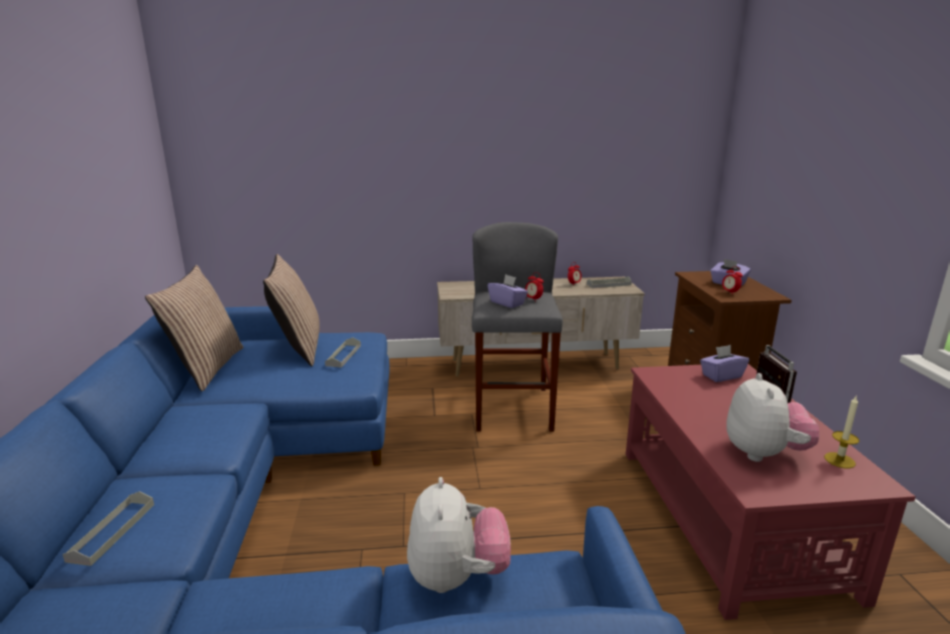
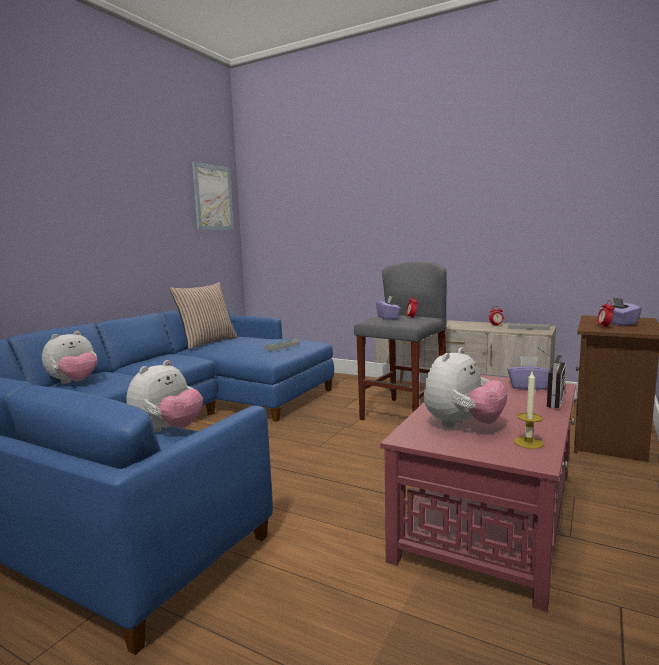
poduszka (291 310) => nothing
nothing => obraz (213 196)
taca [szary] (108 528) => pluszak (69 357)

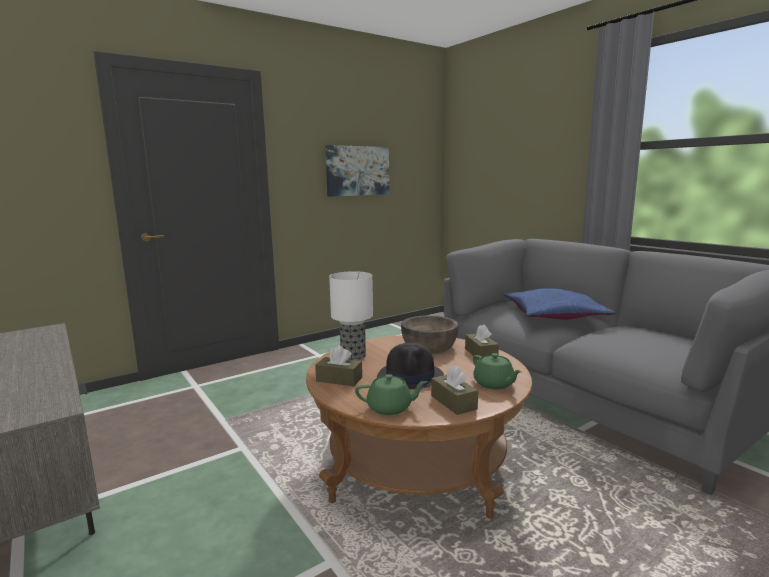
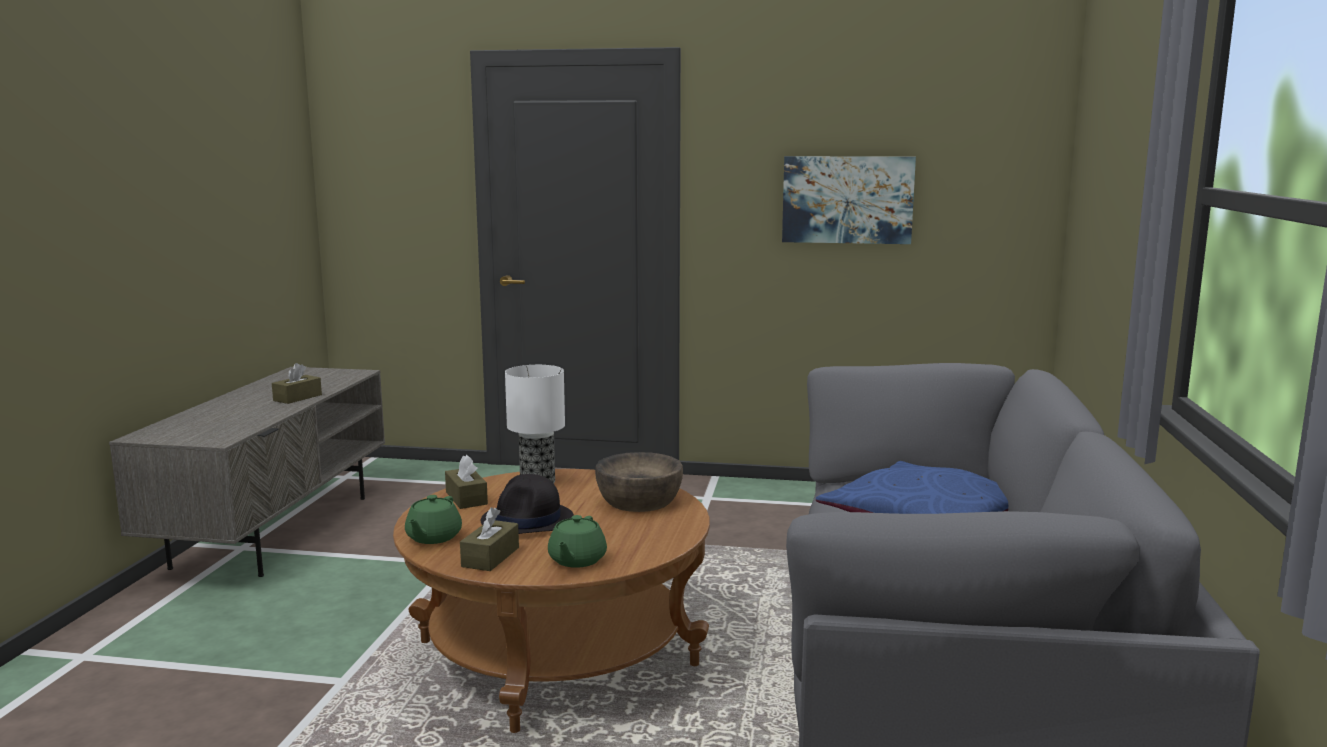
pudełko chusteczek [brązowy] (482 342) => pudełko chusteczek [brązowy] (297 383), move
imbryk [zielony] (391 394) => imbryk [zielony] (433 519), 60 degrees clockwise

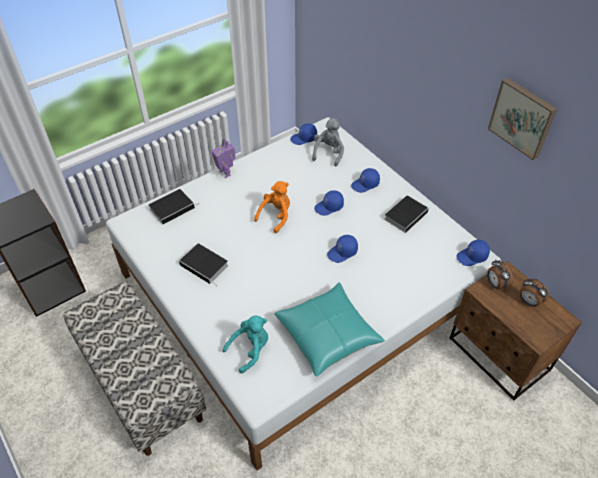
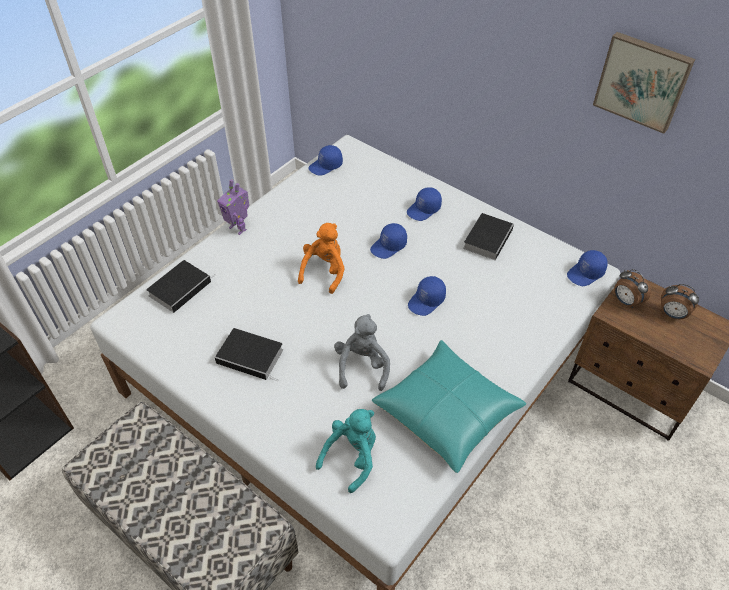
pluszak [szary] (328 142) => pluszak [szary] (362 352), move

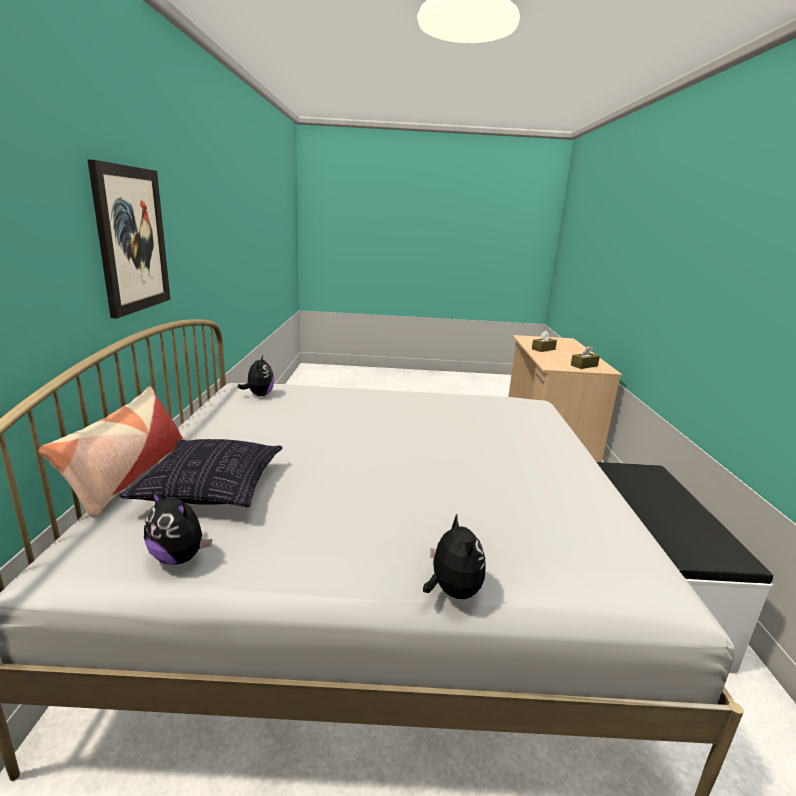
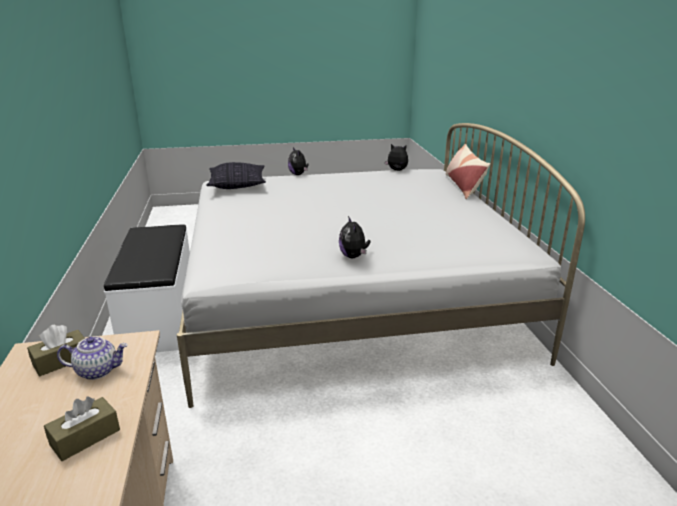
obraz (129 238) => nothing
nothing => imbryk (92 358)
poduszka (200 473) => poduszka (236 175), move
pluszak (256 375) => pluszak (354 237), move

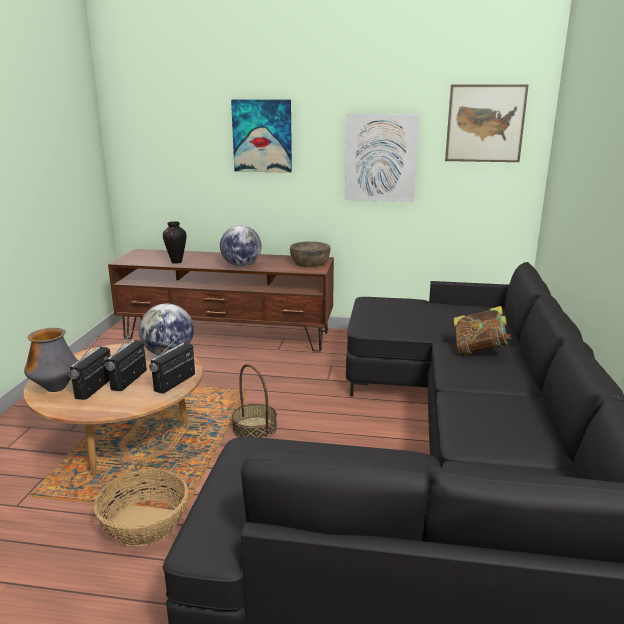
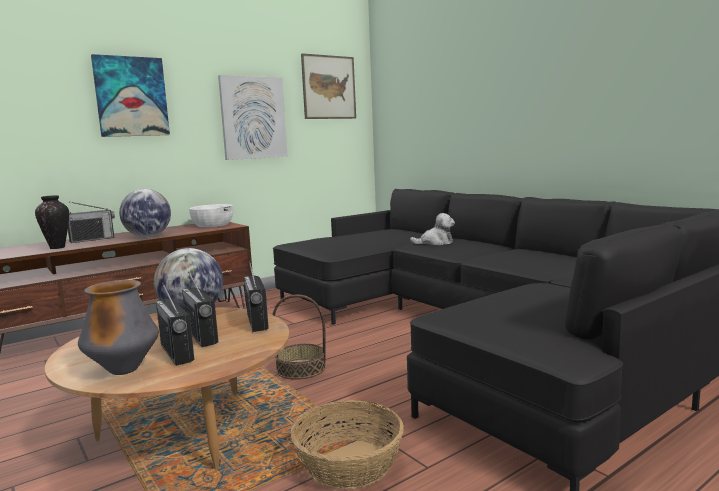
nothing => radio (91 222)
książka (483 331) => pluszak (432 229)
miska [brązowy] (310 254) => miska [biały] (211 215)

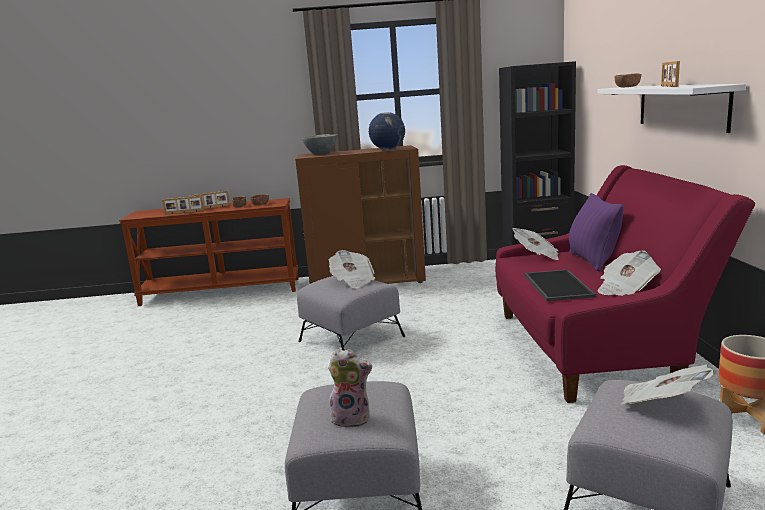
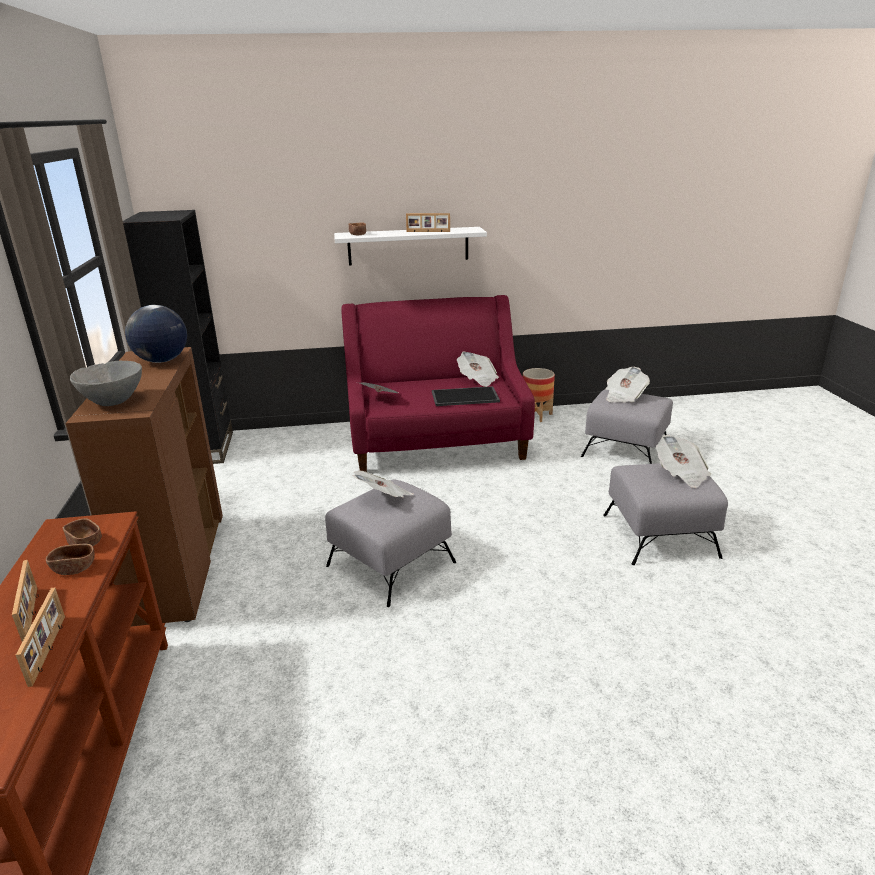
poduszka [fioletowy] (596 232) => nothing
pluszak (350 388) => gazeta (683 461)

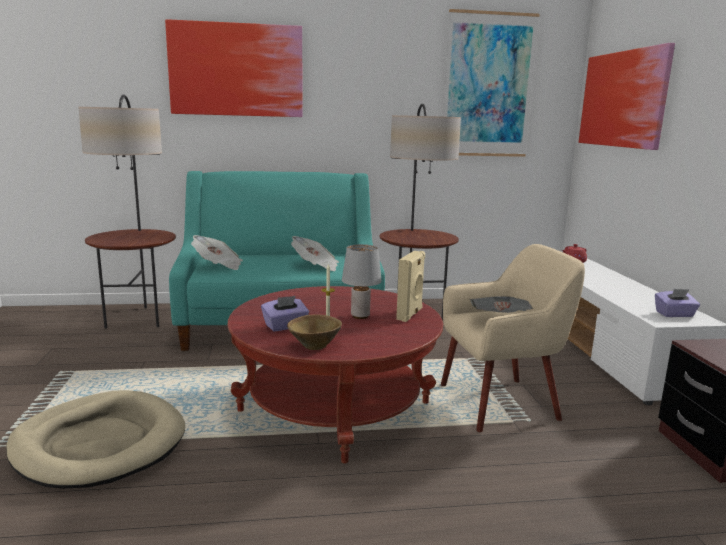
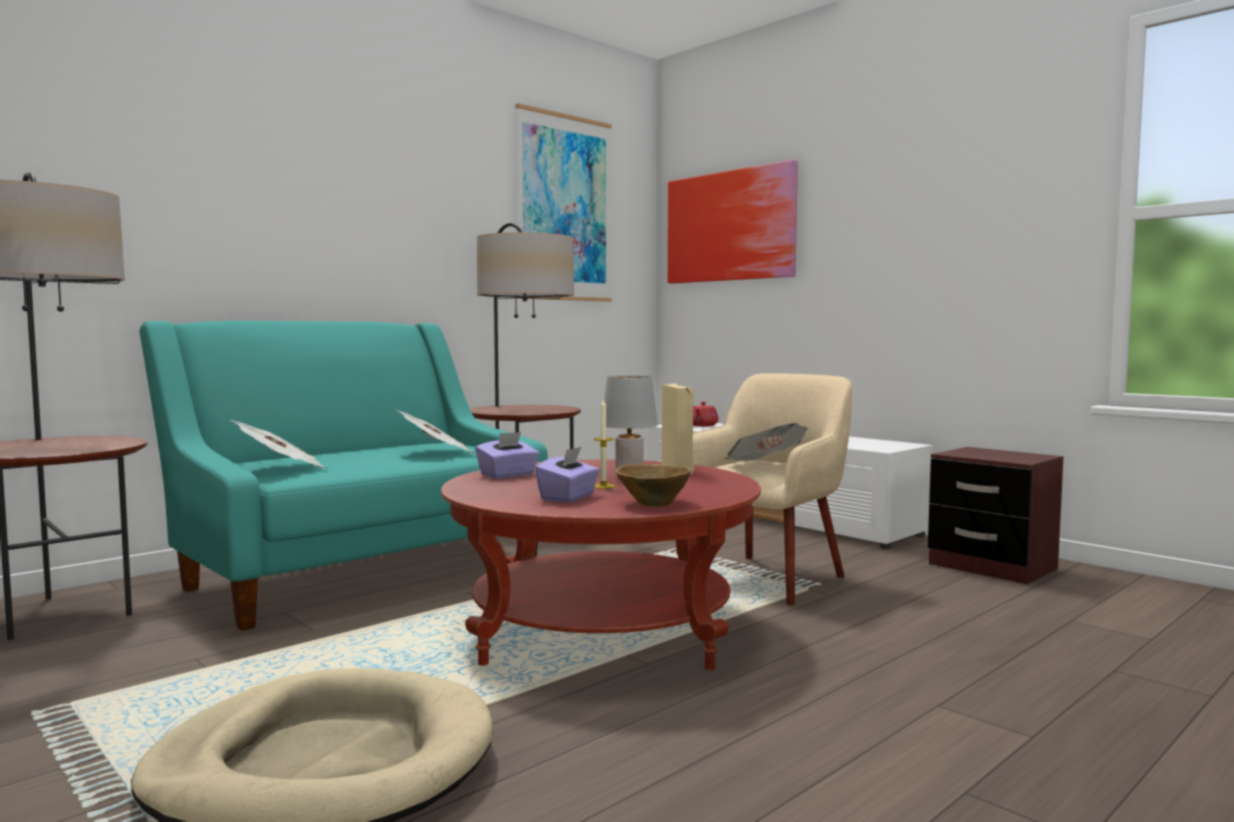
obraz (233 68) => nothing
pudełko chusteczek [fioletowy] (677 303) => pudełko chusteczek [fioletowy] (507 455), move

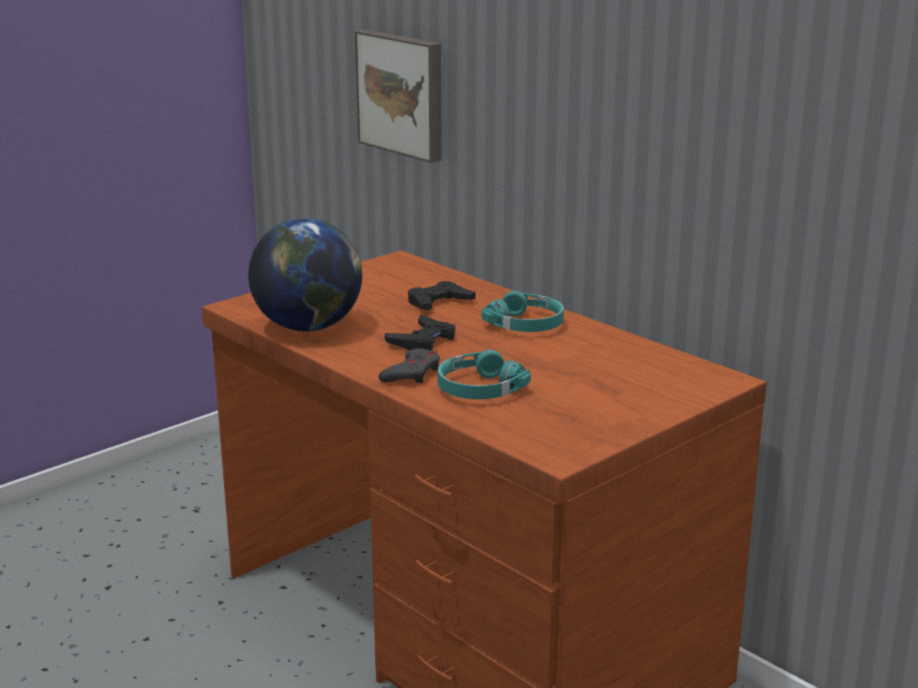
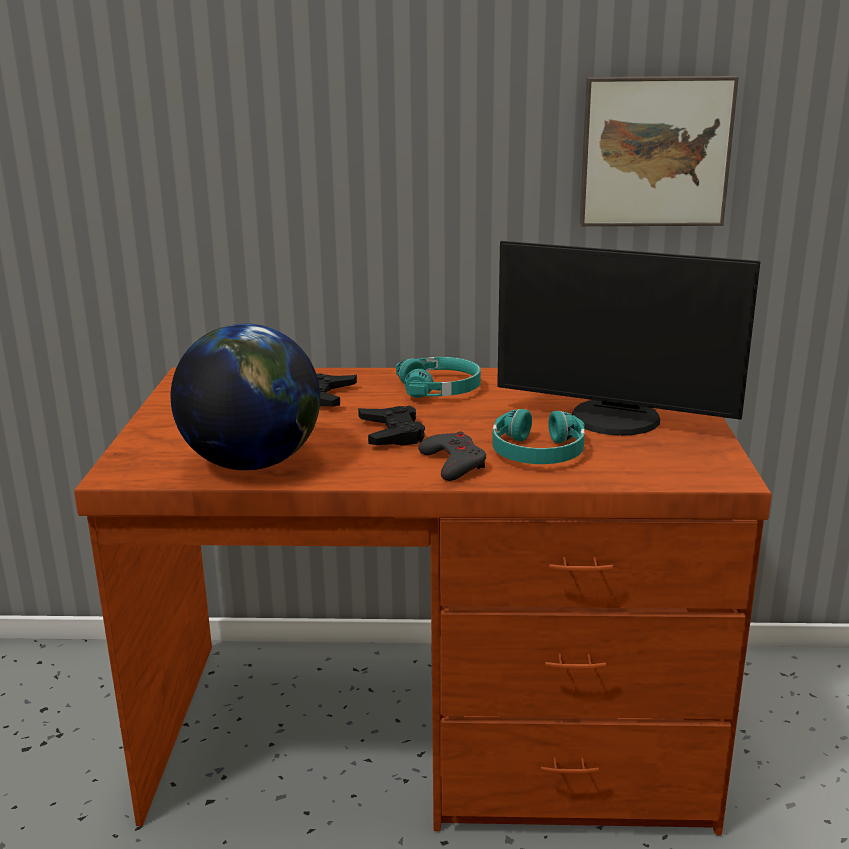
nothing => monitor (629 338)
obraz (398 96) => obraz (659 151), move

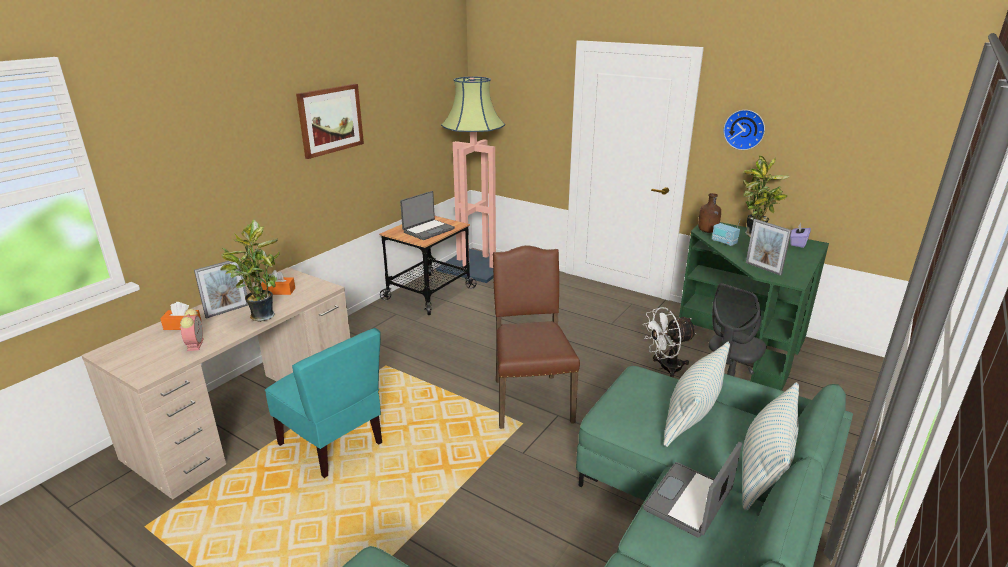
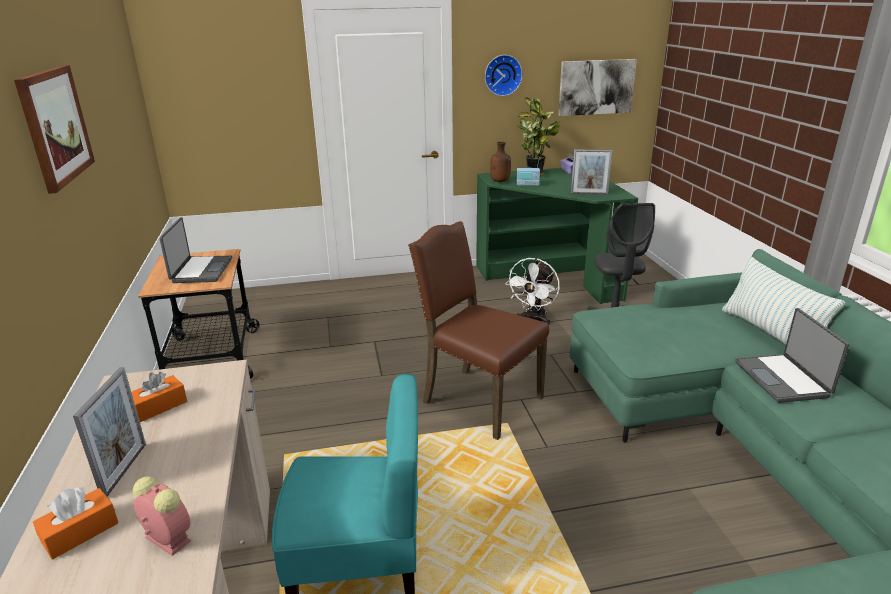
roślina doniczkowa (250 270) => nothing
lampa stojąca (470 180) => nothing
poduszka (696 394) => nothing
nothing => obraz (597 87)

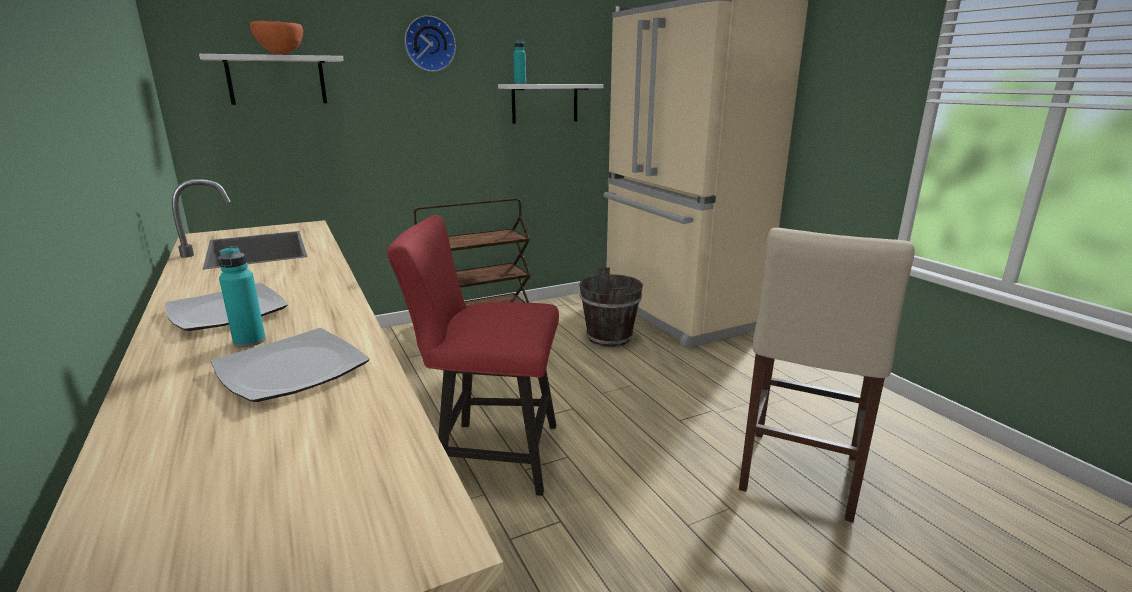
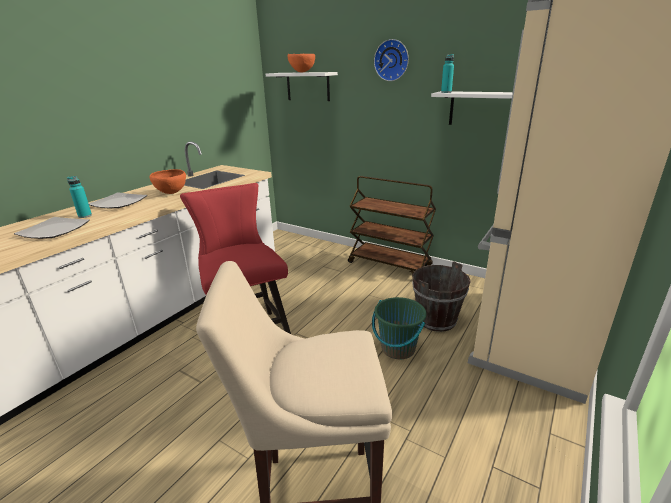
nothing => miska [pomarańczowy] (168 181)
nothing => wiadro [zielony] (399 328)

